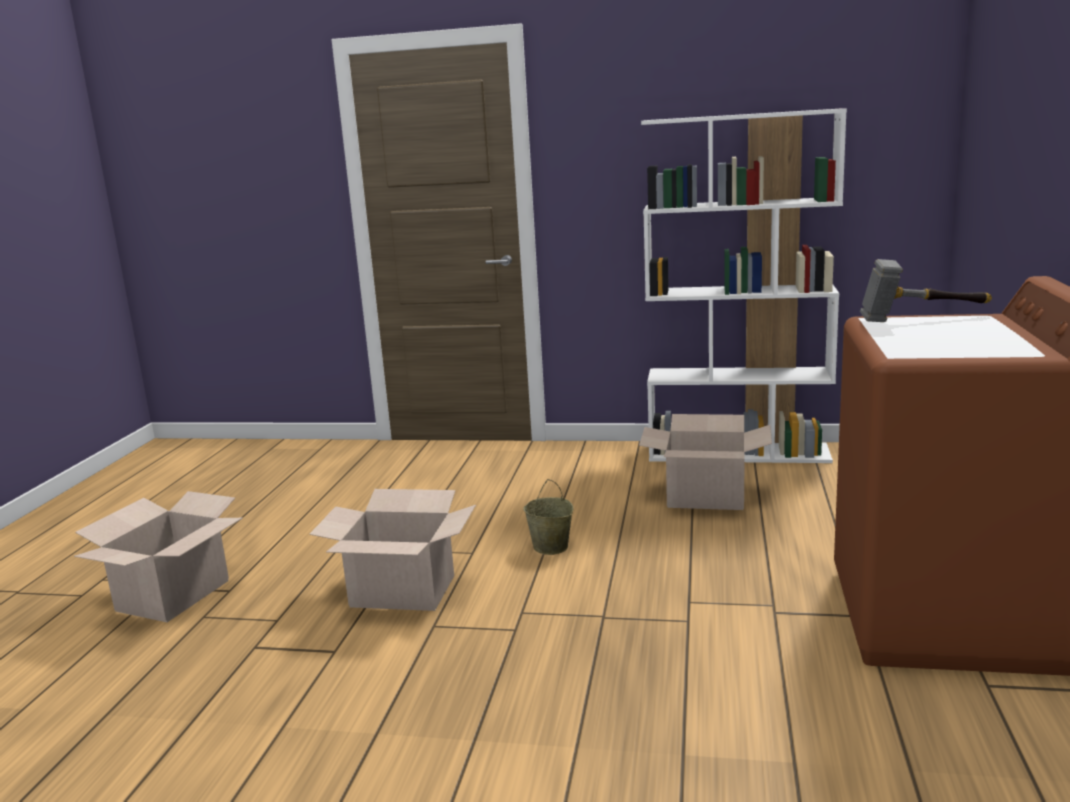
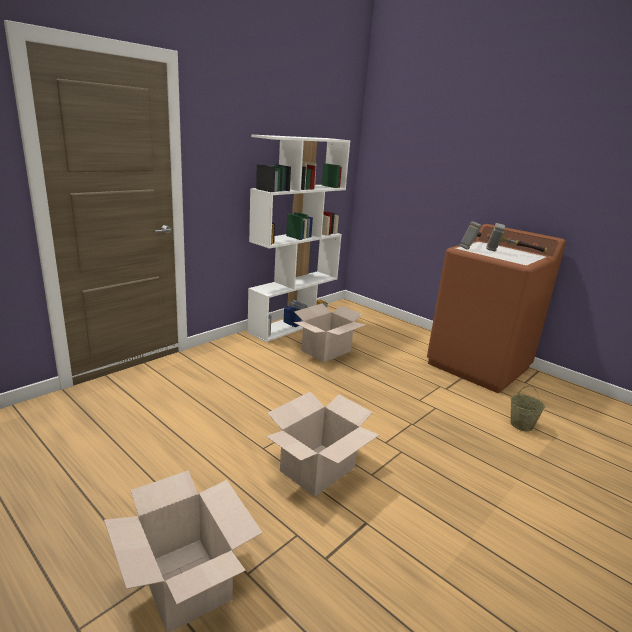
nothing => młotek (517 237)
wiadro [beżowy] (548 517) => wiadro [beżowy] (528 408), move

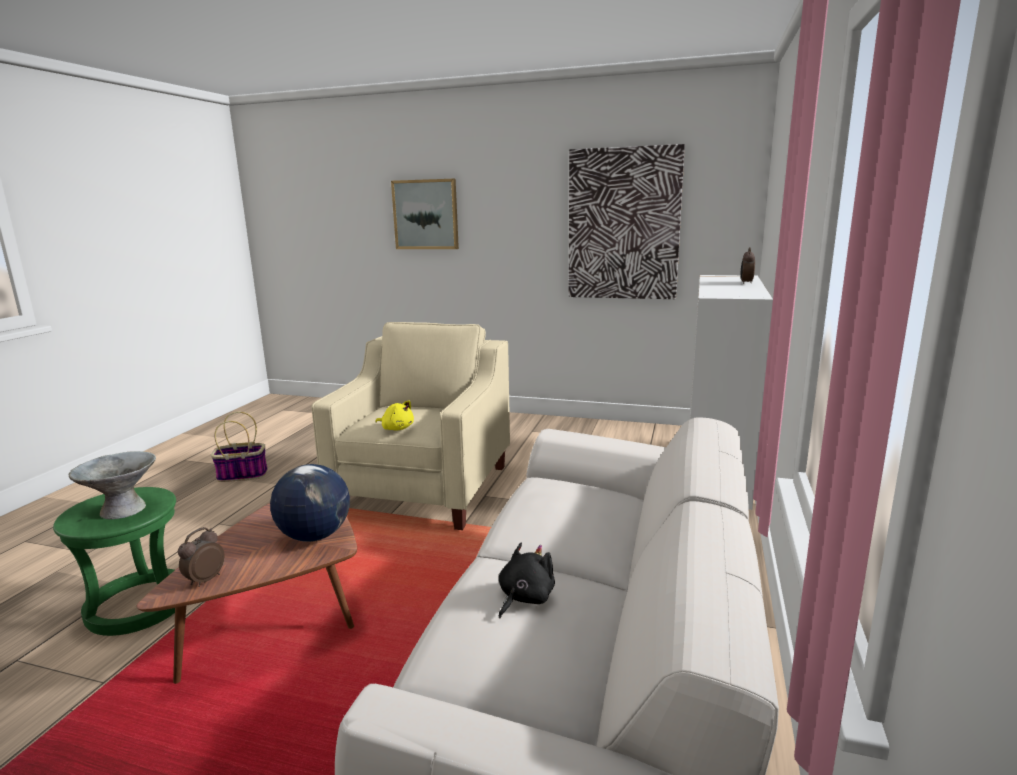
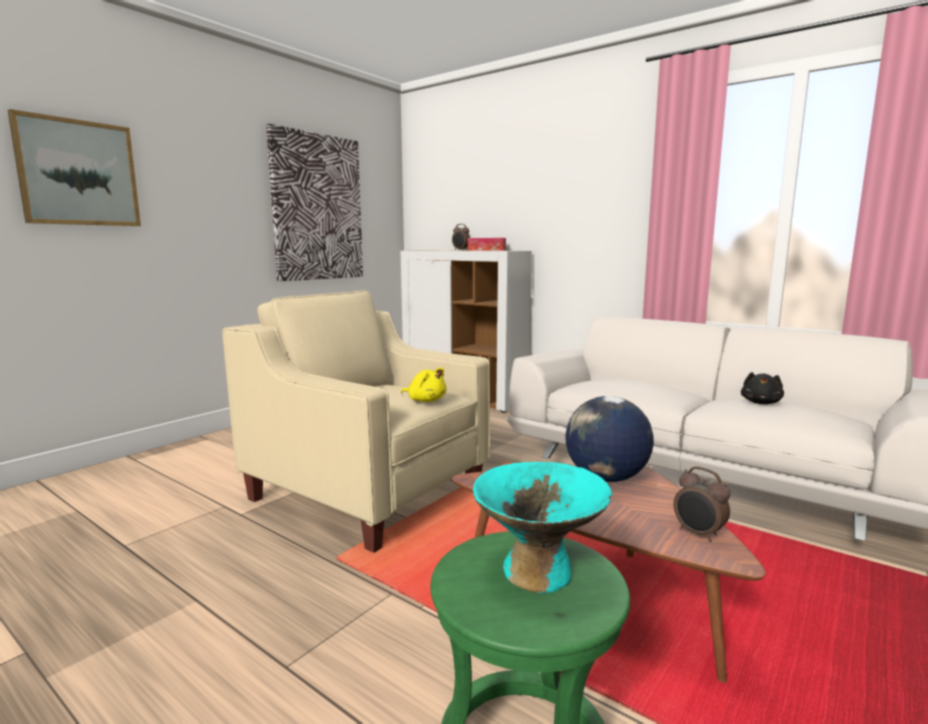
koszyk (239 447) => nothing
nothing => pudełko chusteczek (487 244)
miska [szary] (112 485) => miska [turkusowy] (542 527)
pluszak [żółty] (394 415) => pluszak [żółty] (424 384), 75 degrees clockwise
pluszak [czarny] (527 581) => pluszak [czarny] (762 388), 120 degrees counterclockwise

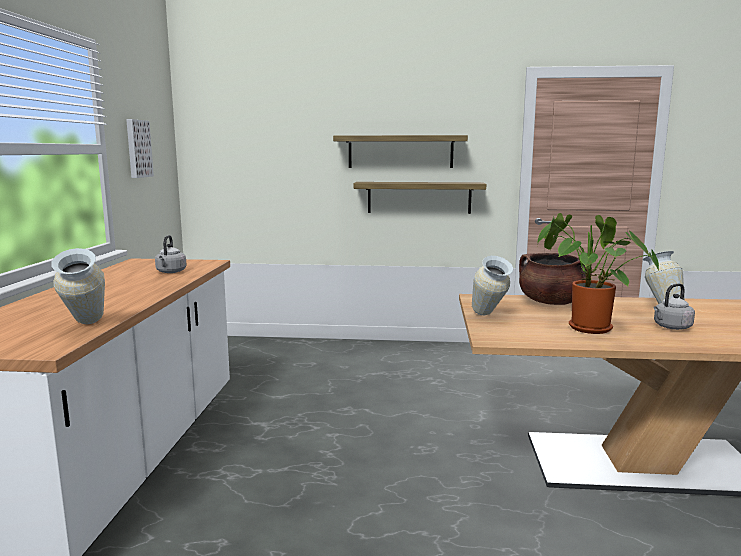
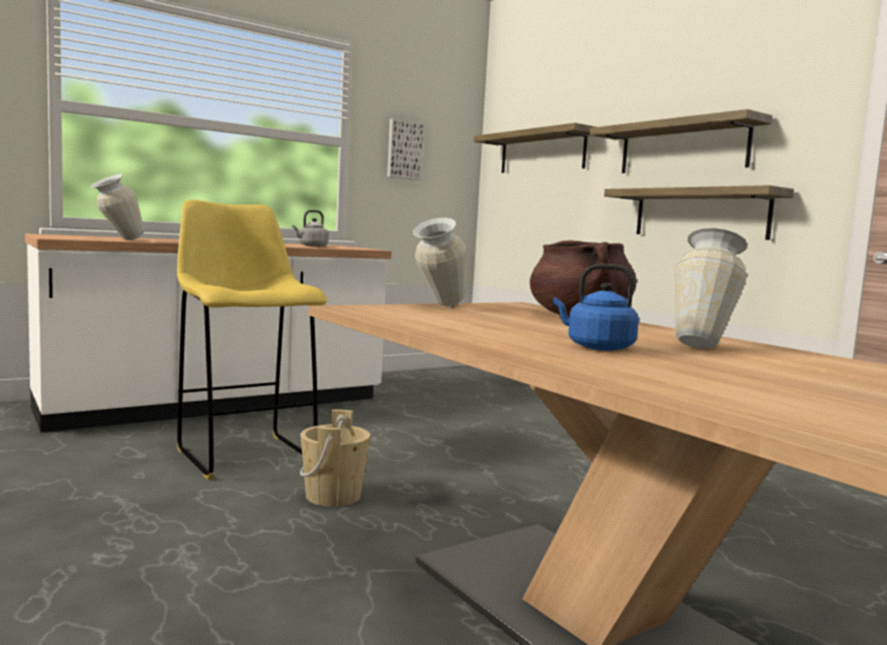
roślina doniczkowa (598 273) => nothing
nothing => stołek [żółty] (252 340)
nothing => wiadro [beżowy] (335 458)
nothing => półka (534 148)
czajnik [szary] (674 306) => czajnik [niebieski] (596 307)

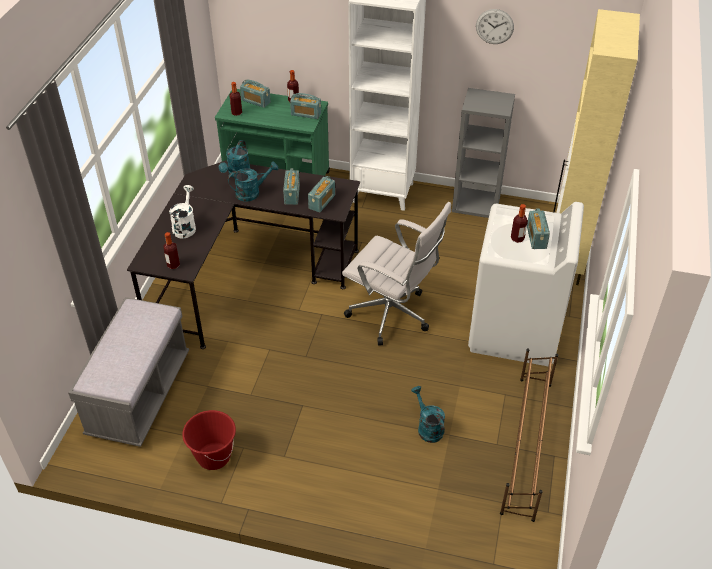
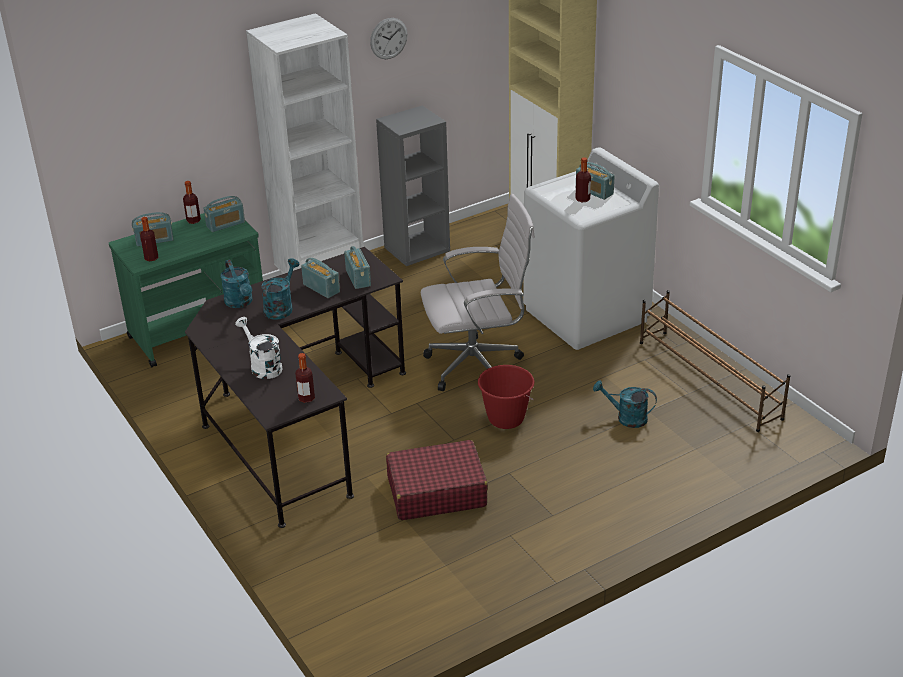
ławka [szary] (128 372) => nothing
nothing => walizka [czerwony] (437 480)
wiadro [czerwony] (209 440) => wiadro [czerwony] (506 397), move

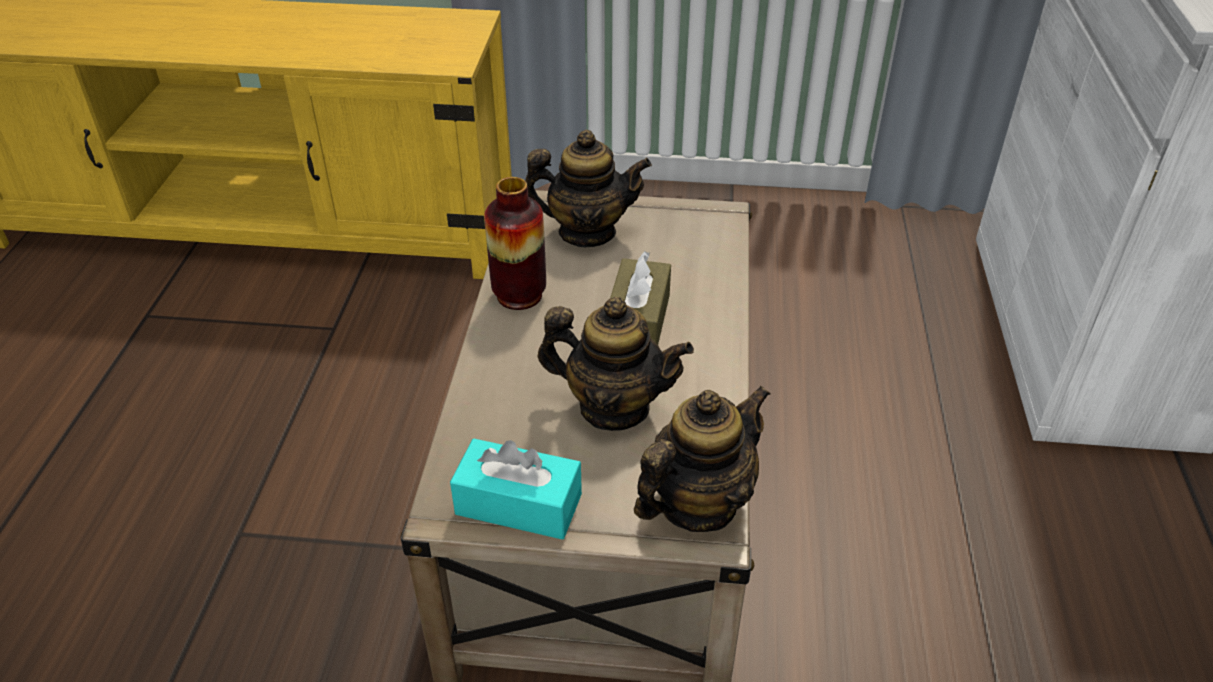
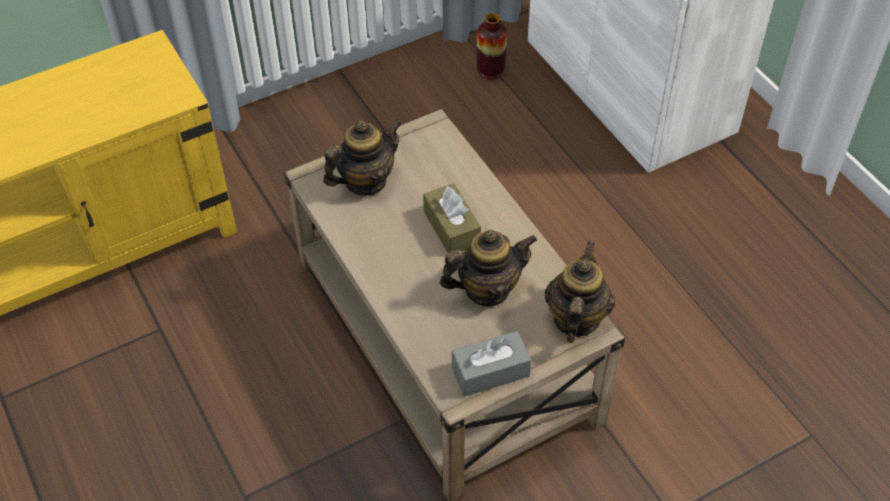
wazon (515 243) => wazon (491 46), move
pudełko chusteczek [turkusowy] (516 489) => pudełko chusteczek [szary] (491 363)

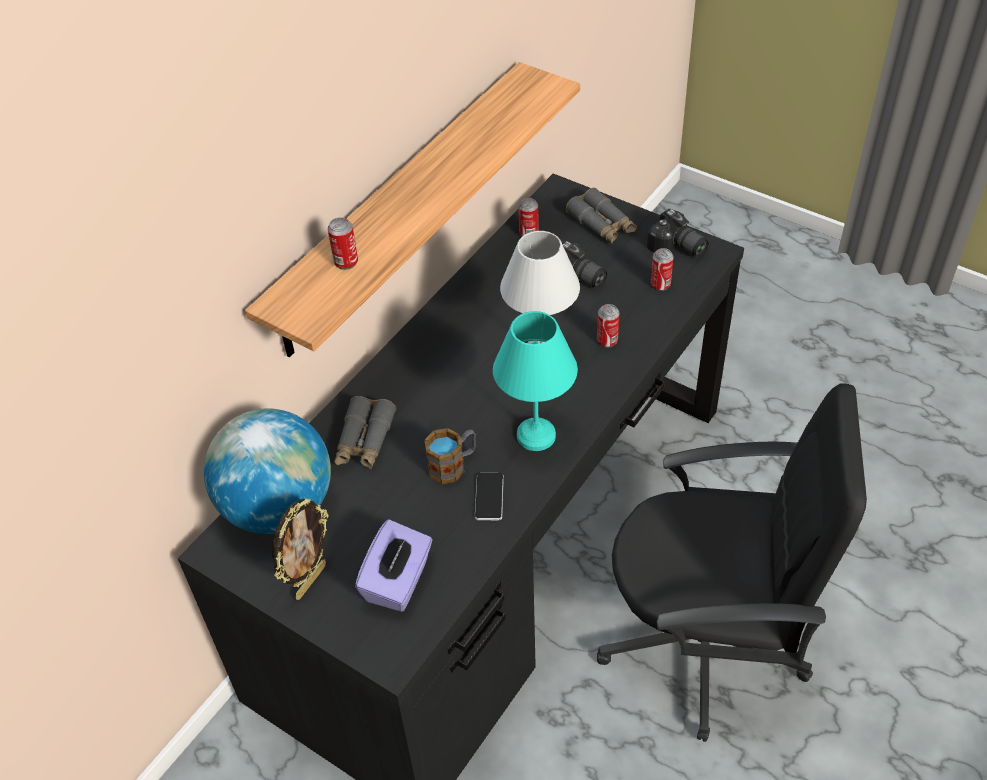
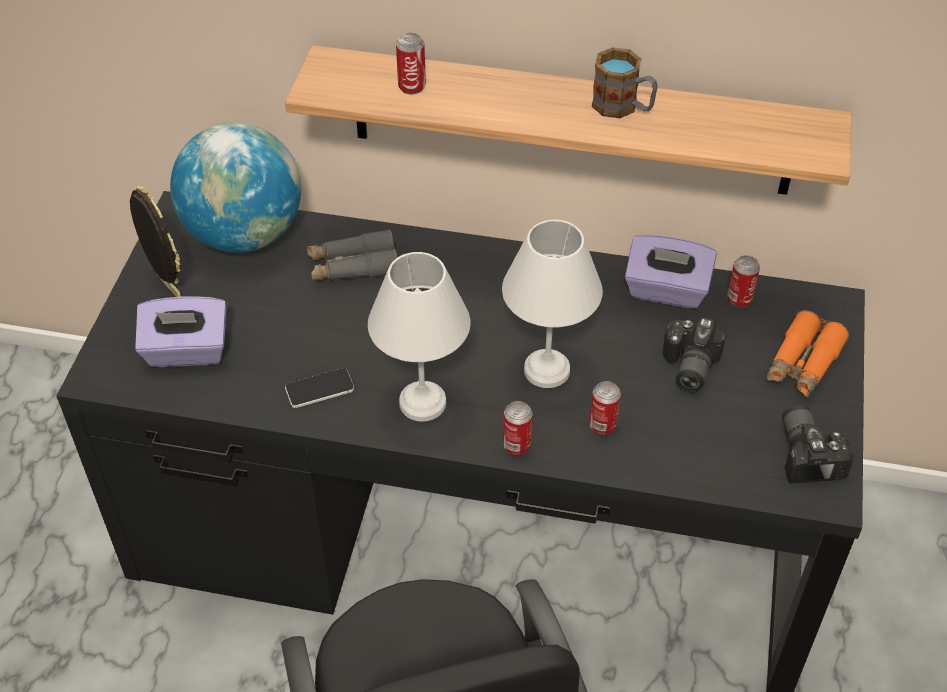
nothing => pudełko chusteczek [fioletowy] (671 272)
kubek (450 456) => kubek (625 82), move
puszka (662 269) => puszka (517 428), move
lampa stołowa [turkusowy] (535 381) => lampa stołowa [biały] (419 336)
lornetka [szary] (601 215) => lornetka [pomarańczowy] (807 353)
ramka na zdjęcie (300 549) => ramka na zdjęcie (155 241), 135 degrees counterclockwise
aparat fotograficzny (678 233) => aparat fotograficzny (818 444), 150 degrees clockwise

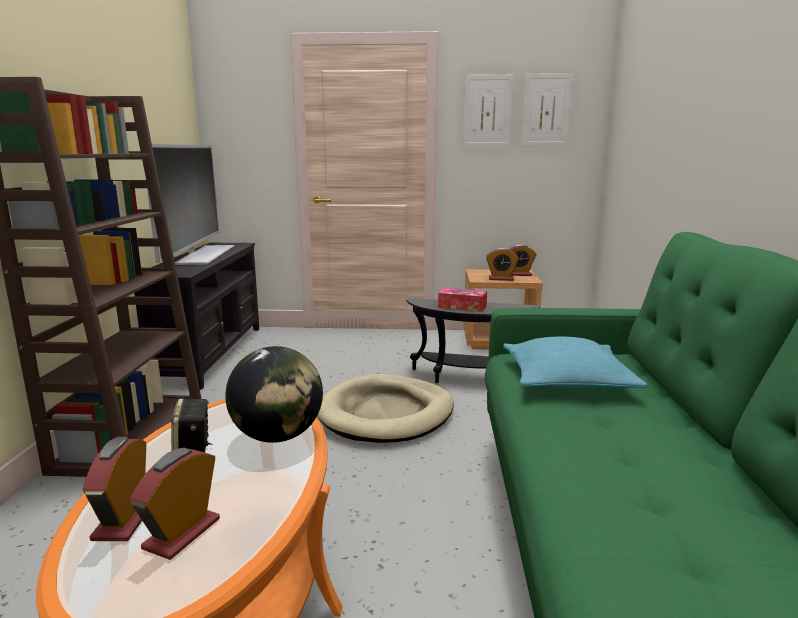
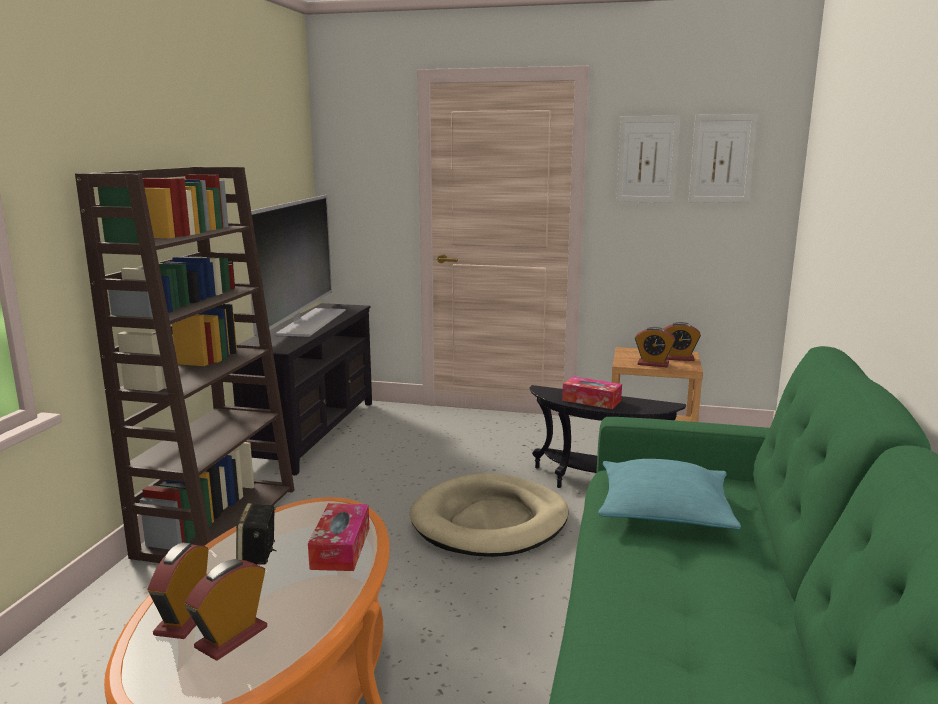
globus (274 394) => pudełko chusteczek (338 537)

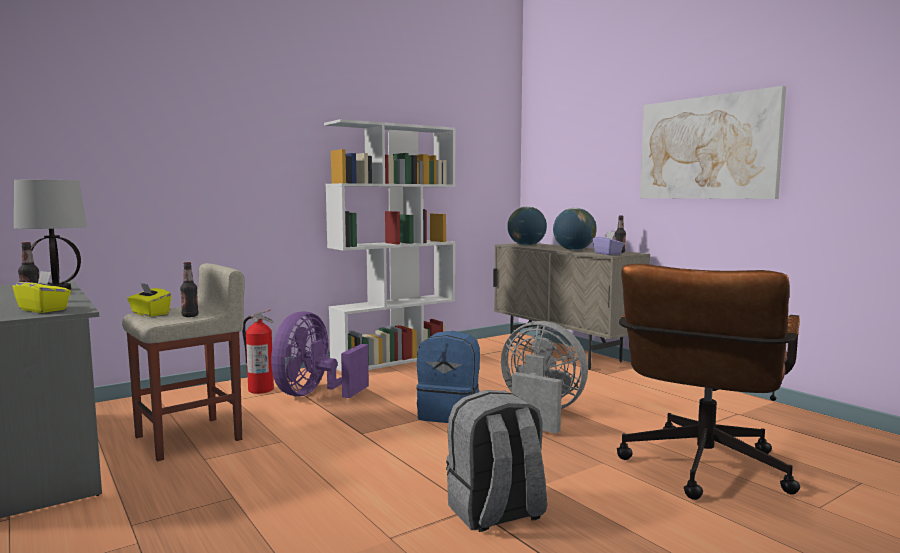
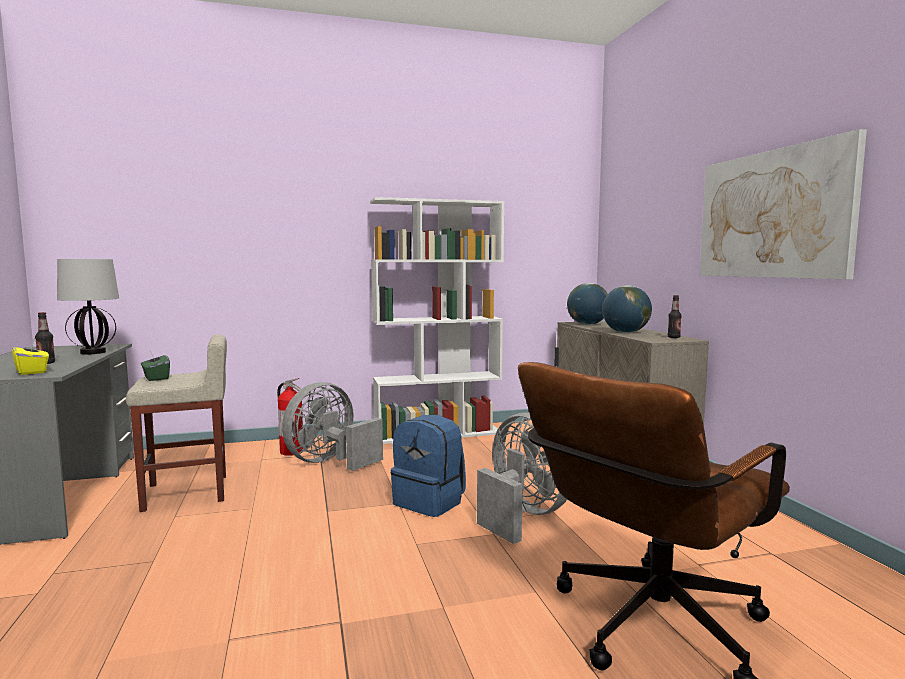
butelka (189 289) => nothing
plecak [szary] (496 461) => nothing
pudełko chusteczek [fioletowy] (608 243) => nothing
pudełko chusteczek [żółty] (149 300) => pudełko chusteczek [zielony] (155 366)
wentylator [fioletowy] (320 354) => wentylator [szary] (332 426)

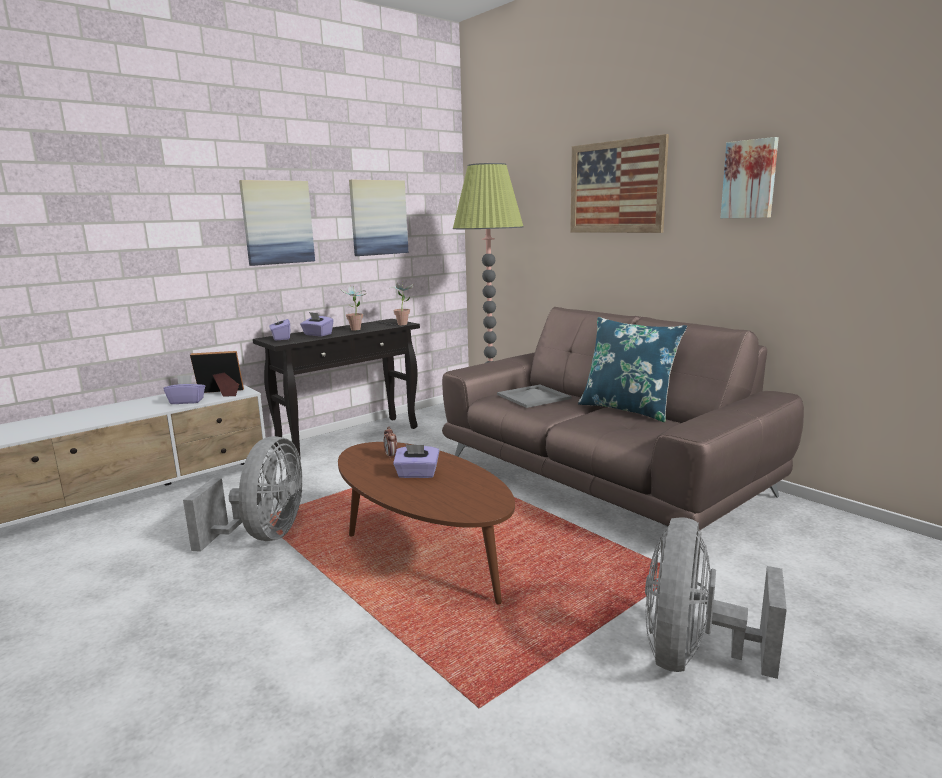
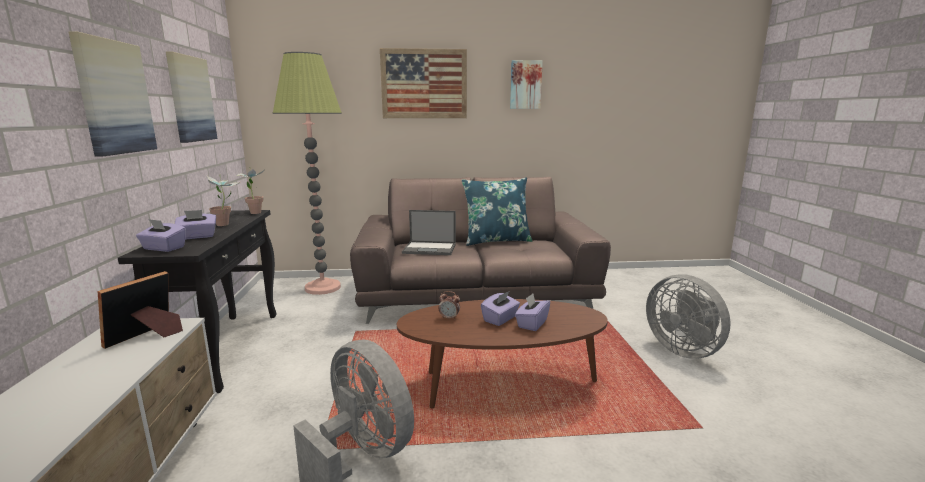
pudełko chusteczek [fioletowy] (184 389) => pudełko chusteczek [fioletowy] (532 312), move
taca [szary] (534 396) => laptop (429 232)

